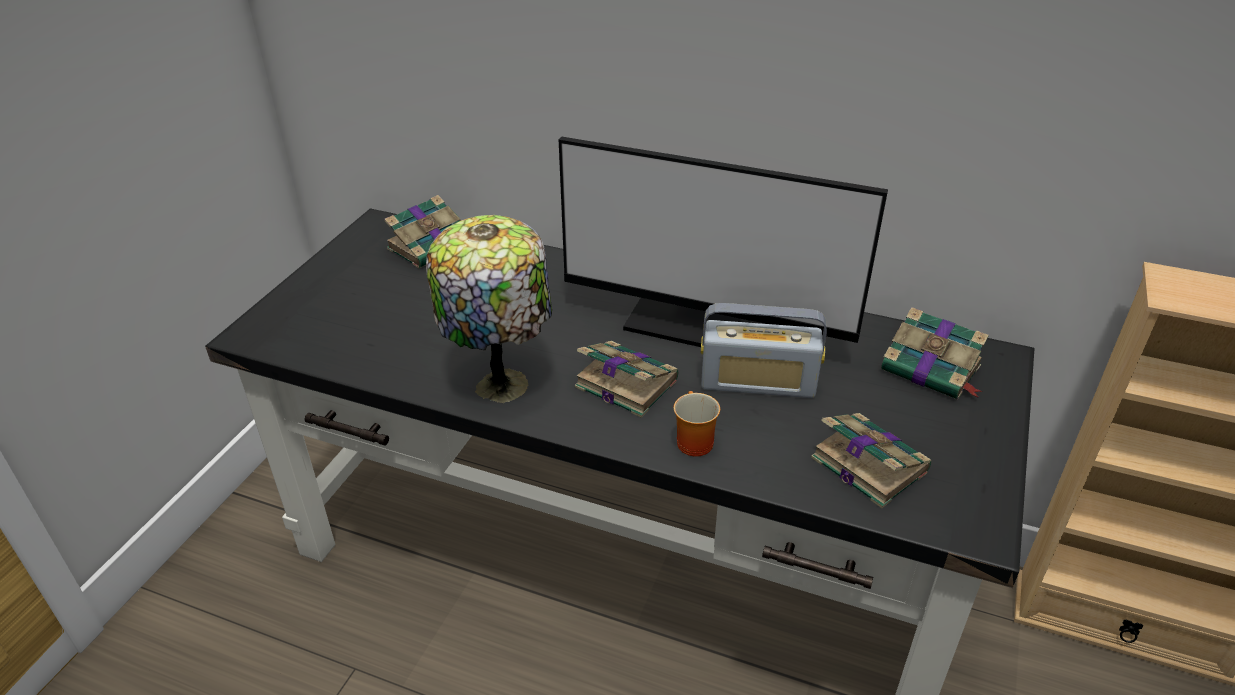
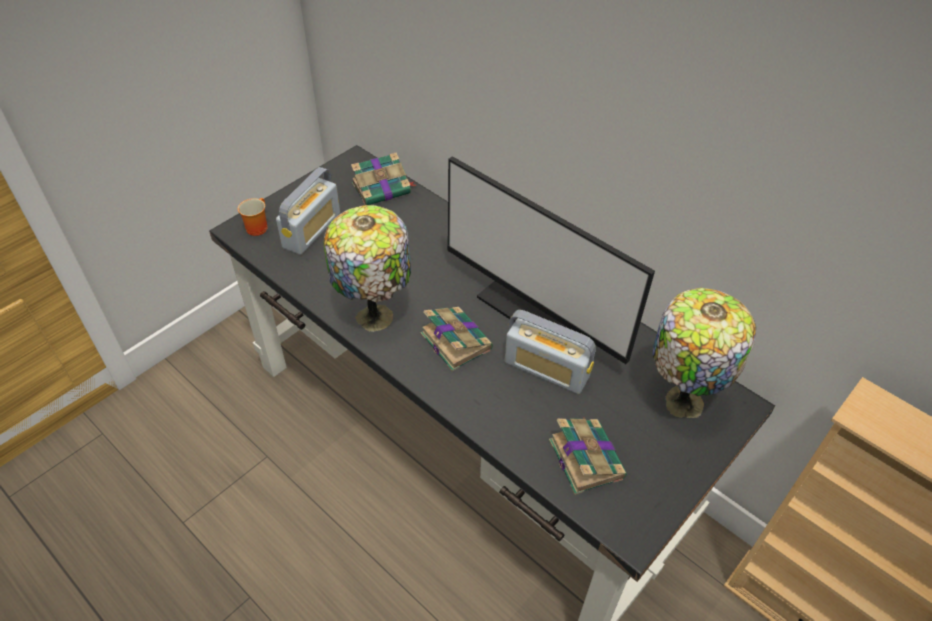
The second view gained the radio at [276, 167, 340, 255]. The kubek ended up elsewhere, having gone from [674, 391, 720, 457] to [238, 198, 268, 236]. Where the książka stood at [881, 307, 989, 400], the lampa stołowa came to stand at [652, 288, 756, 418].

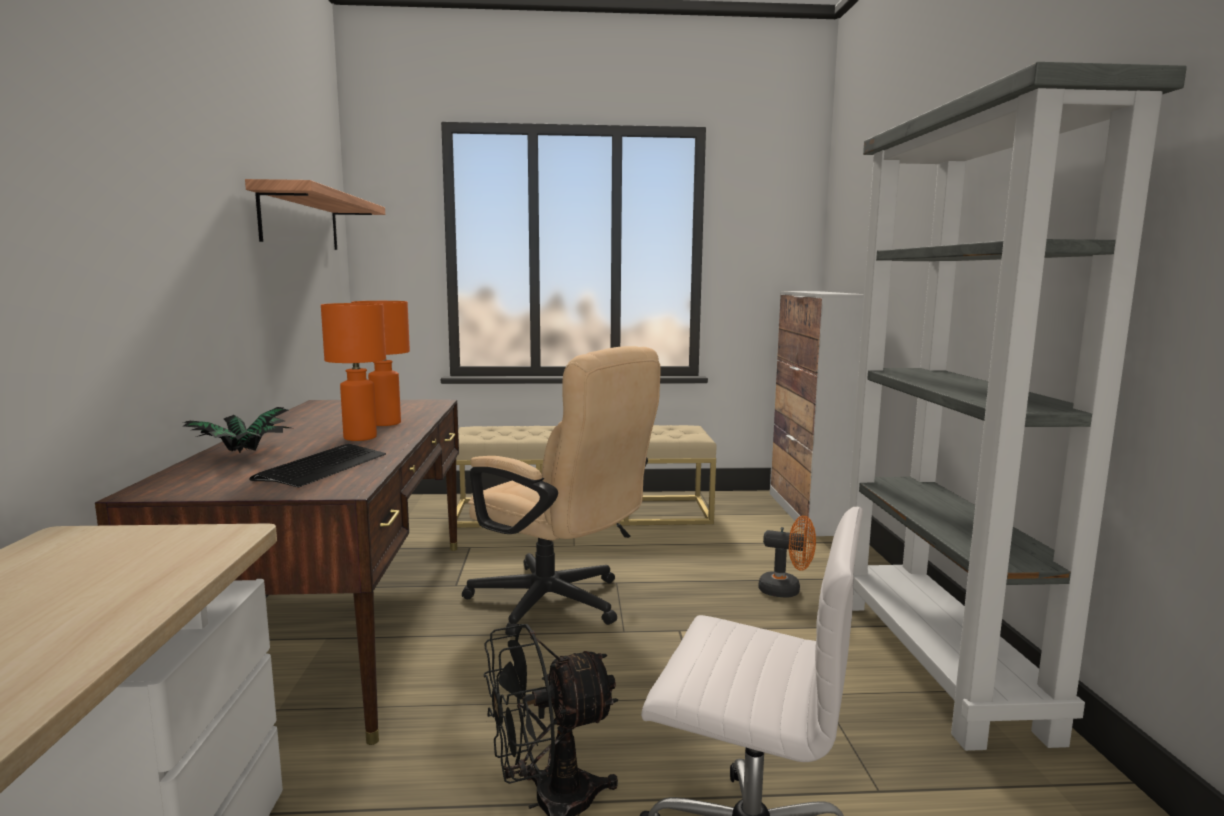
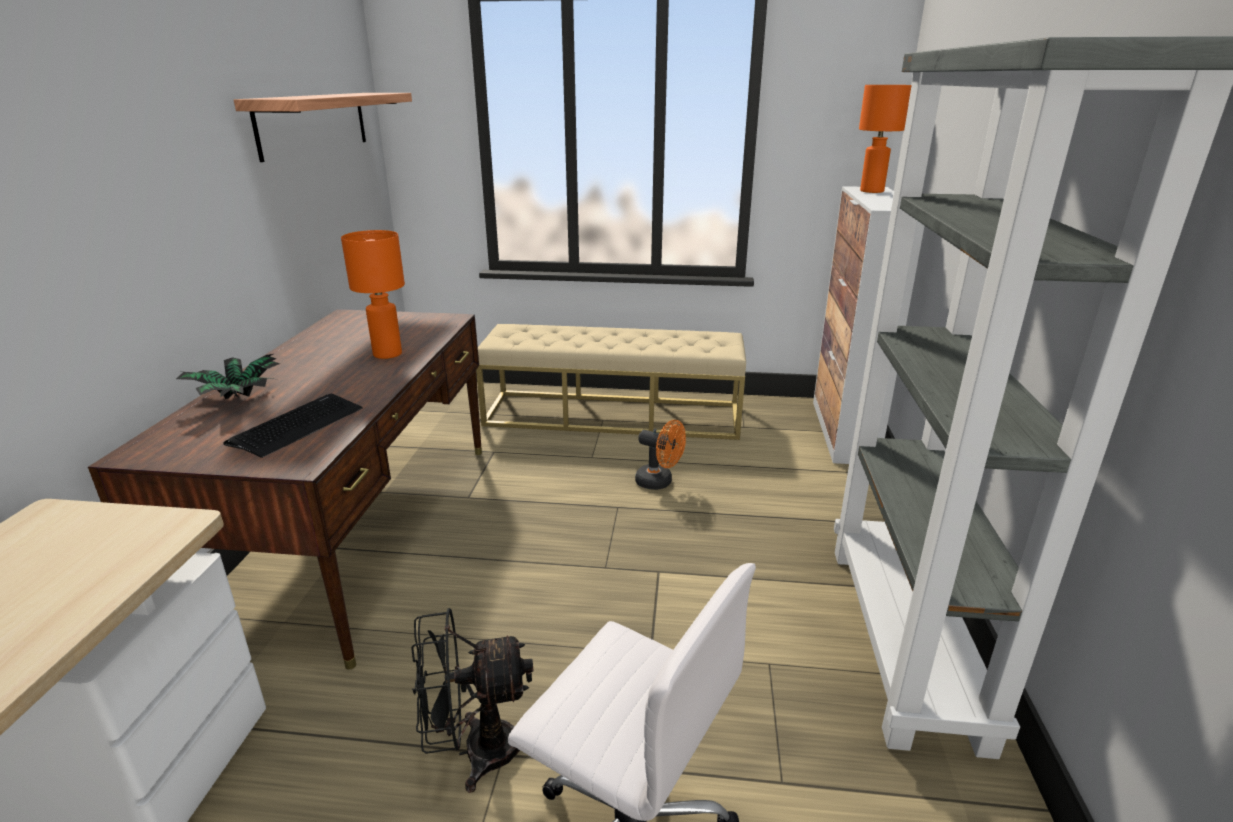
The second view lost the krzesło biurowe/beżowy at [462, 346, 661, 637]. The lampa stołowa/pomarańczowy ended up elsewhere, having gone from [321, 303, 386, 441] to [859, 85, 912, 193]. The wentylator/pomarańczowy ended up elsewhere, having gone from [759, 515, 816, 598] to [635, 420, 686, 490].

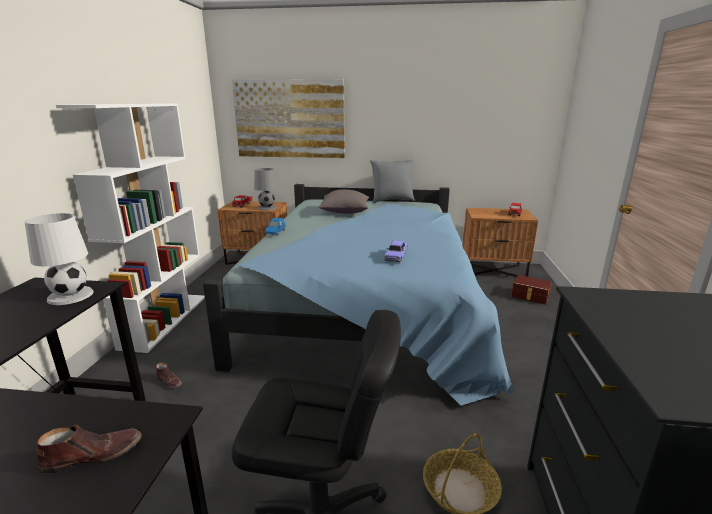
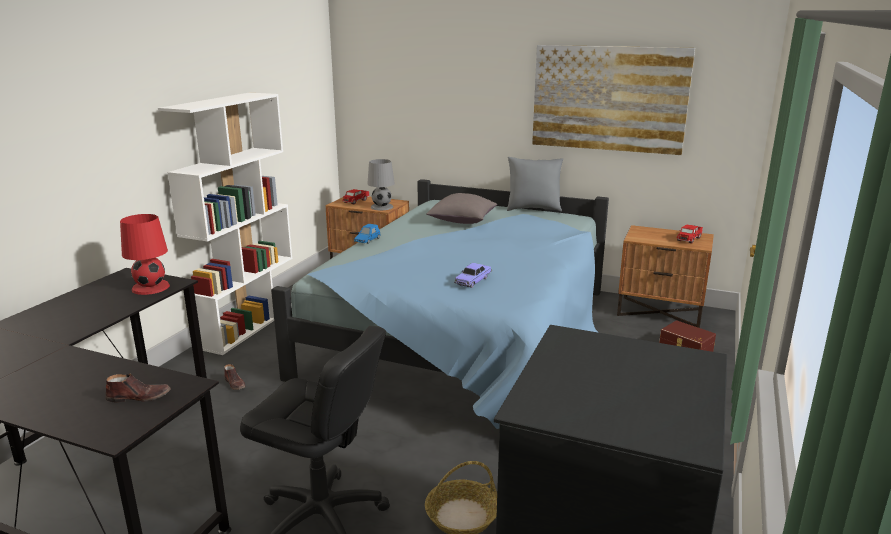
The obraz ended up elsewhere, having gone from [232, 79, 345, 158] to [532, 45, 695, 155]. What was the lampa stołowa/biały at [25, 213, 94, 305] turned into the lampa stołowa/czerwony at [120, 214, 170, 295].

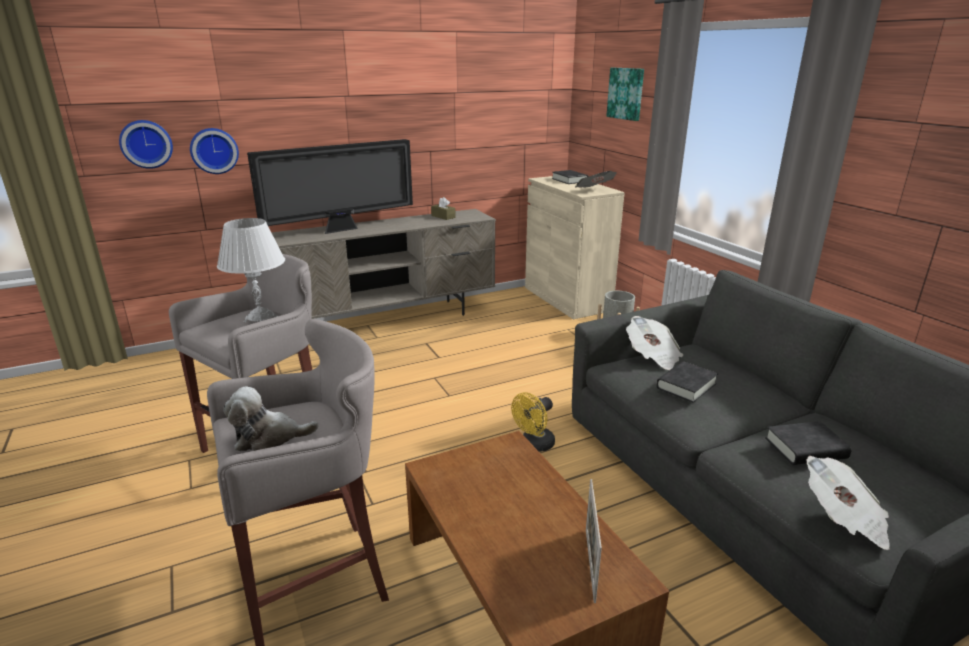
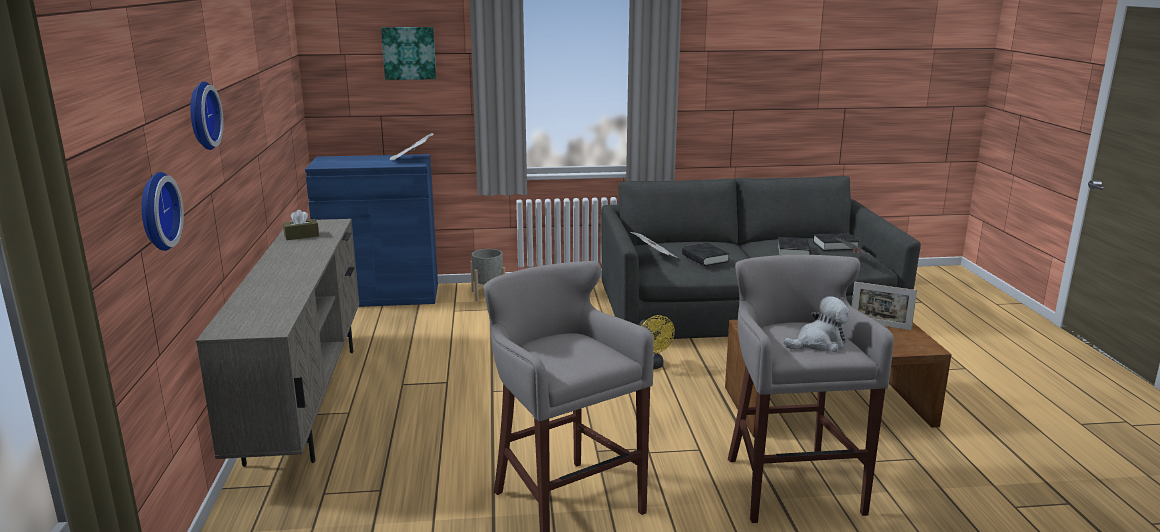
The second view lost the lampa stołowa/biały at [217, 218, 285, 322]. The second view lost the telewizor at [247, 139, 413, 234]. The zegar ścienny ended up elsewhere, having gone from [119, 120, 173, 169] to [190, 81, 224, 150]. The książka/czarny ended up elsewhere, having gone from [552, 170, 589, 184] to [813, 233, 860, 251]. What was the szafka/beżowy at [525, 176, 625, 319] turned into the szafka/niebieski at [305, 154, 438, 307]. The pluszak at [223, 387, 318, 451] ended up facing another way, 120 degrees counterclockwise from before.

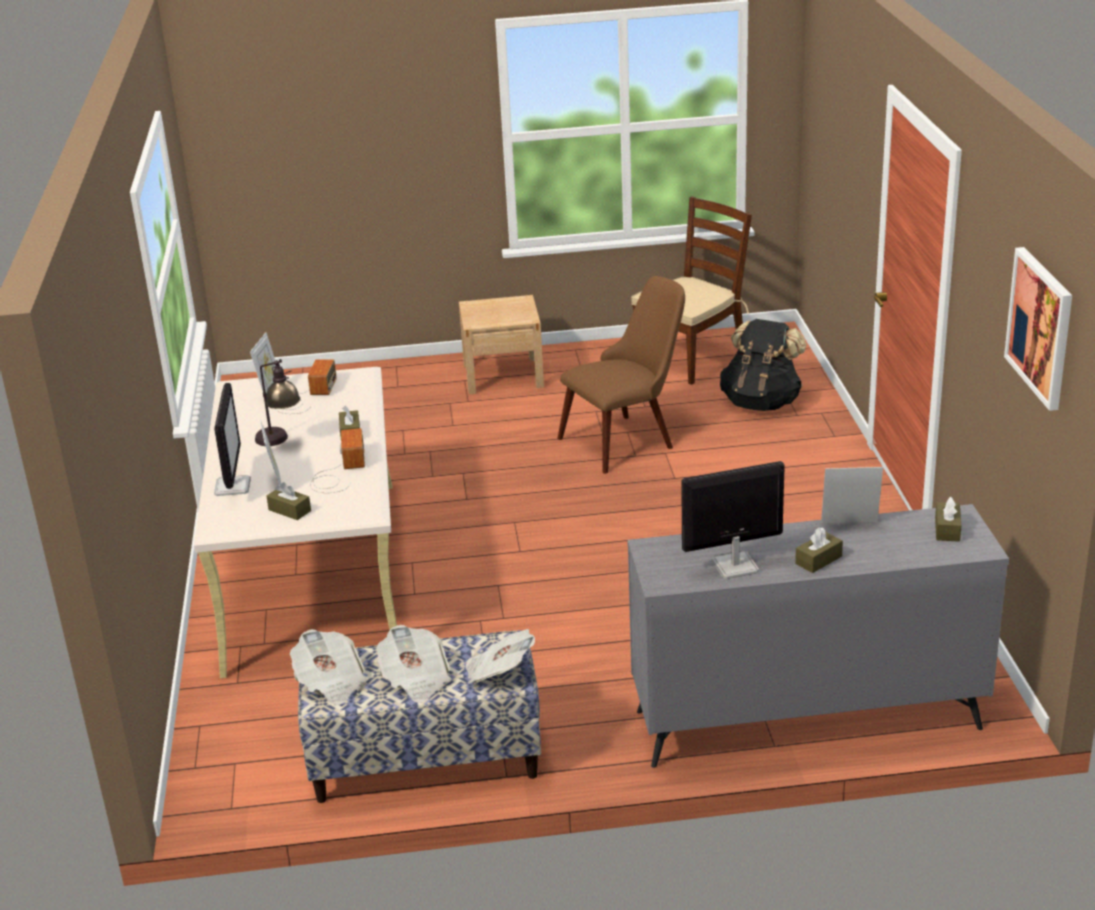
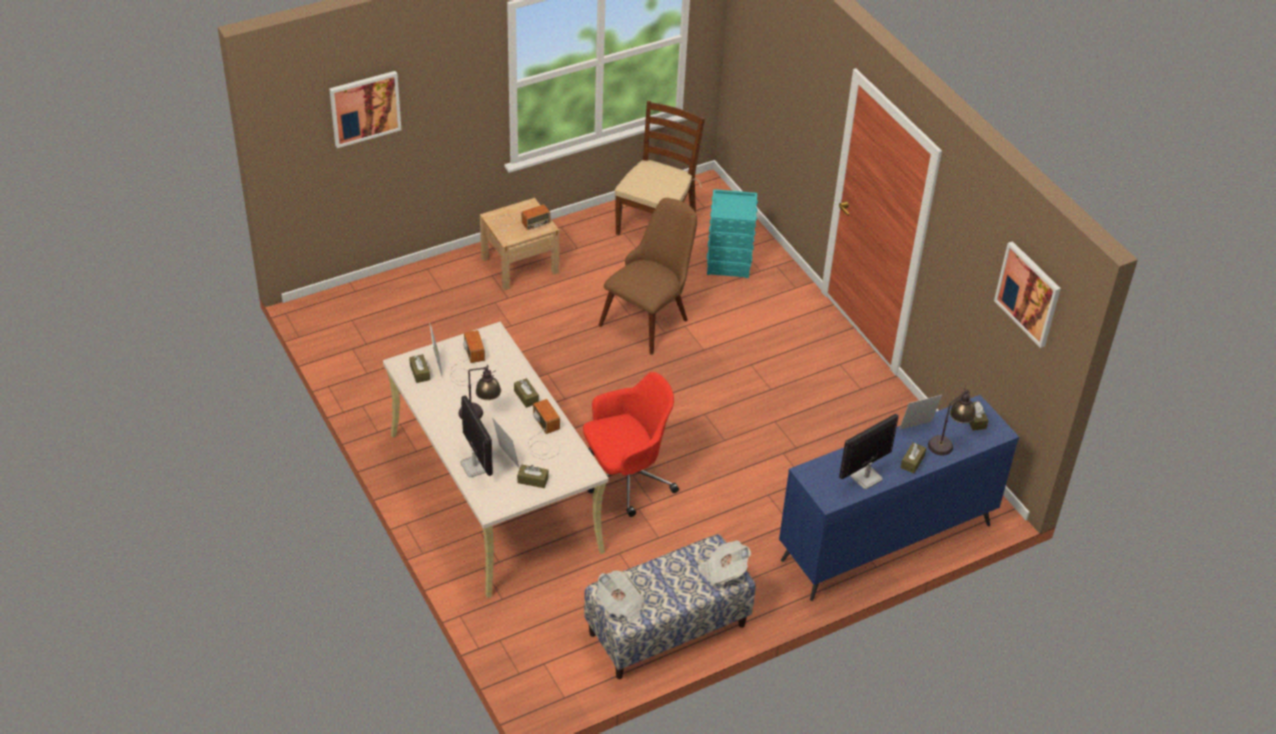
The second view lost the gazeta at [377, 625, 451, 703]. The second view gained the obraz at [329, 71, 401, 148]. The second view gained the pudełko chusteczek/brązowy at [409, 354, 430, 383]. The second view gained the radio at [494, 204, 550, 231]. The second view gained the krzesło biurowe/czerwony at [583, 372, 679, 517]. The second view gained the lampa stołowa at [928, 388, 976, 456]. Where the plecak/czarny stood at [720, 319, 807, 411], the pojemnik do przechowywania/turkusowy came to stand at [707, 189, 758, 278]. What was the komoda/szary at [627, 504, 1009, 768] turned into the komoda/niebieski at [779, 395, 1019, 601].

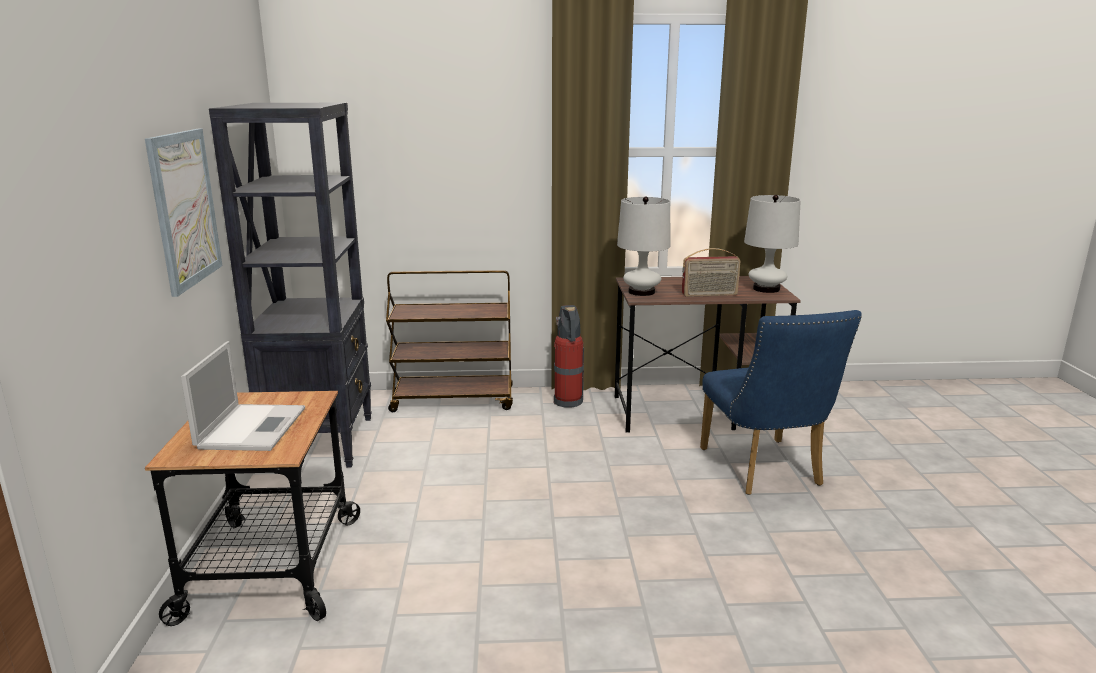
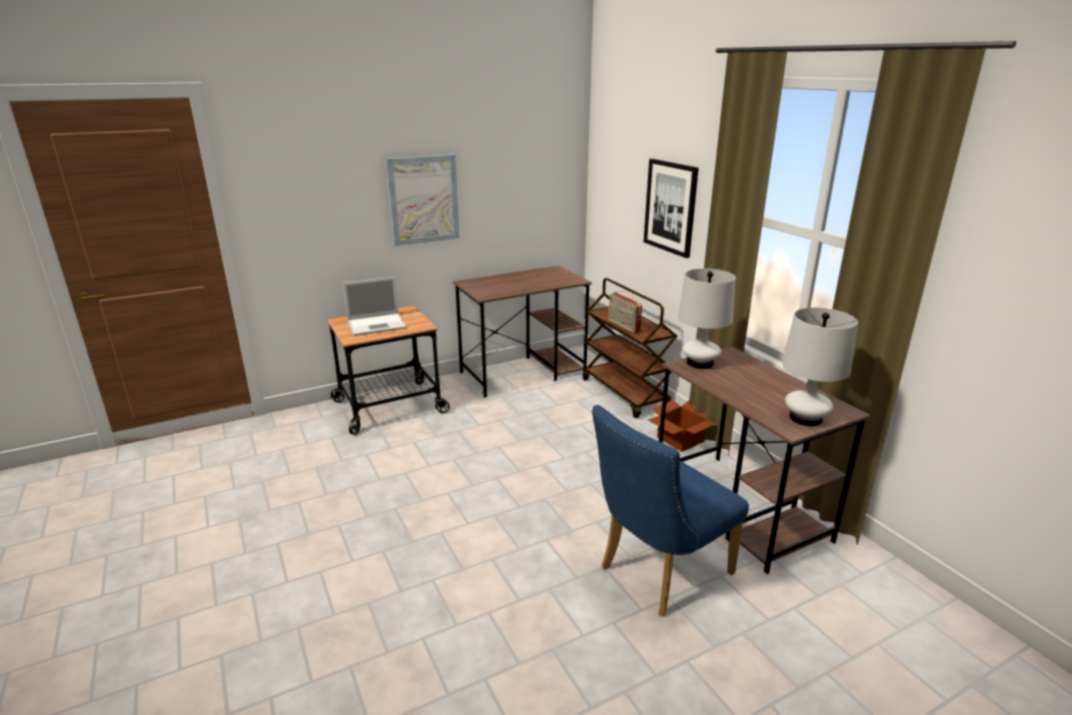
The second view gained the obraz at [644, 159, 699, 258]. The radio ended up elsewhere, having gone from [682, 248, 740, 297] to [608, 291, 642, 333]. Where the regał/czarny stood at [209, 103, 372, 468], the biurko/brązowy came to stand at [453, 265, 592, 398]. Where the gaśnica stood at [553, 305, 584, 408], the karton came to stand at [648, 400, 715, 452].

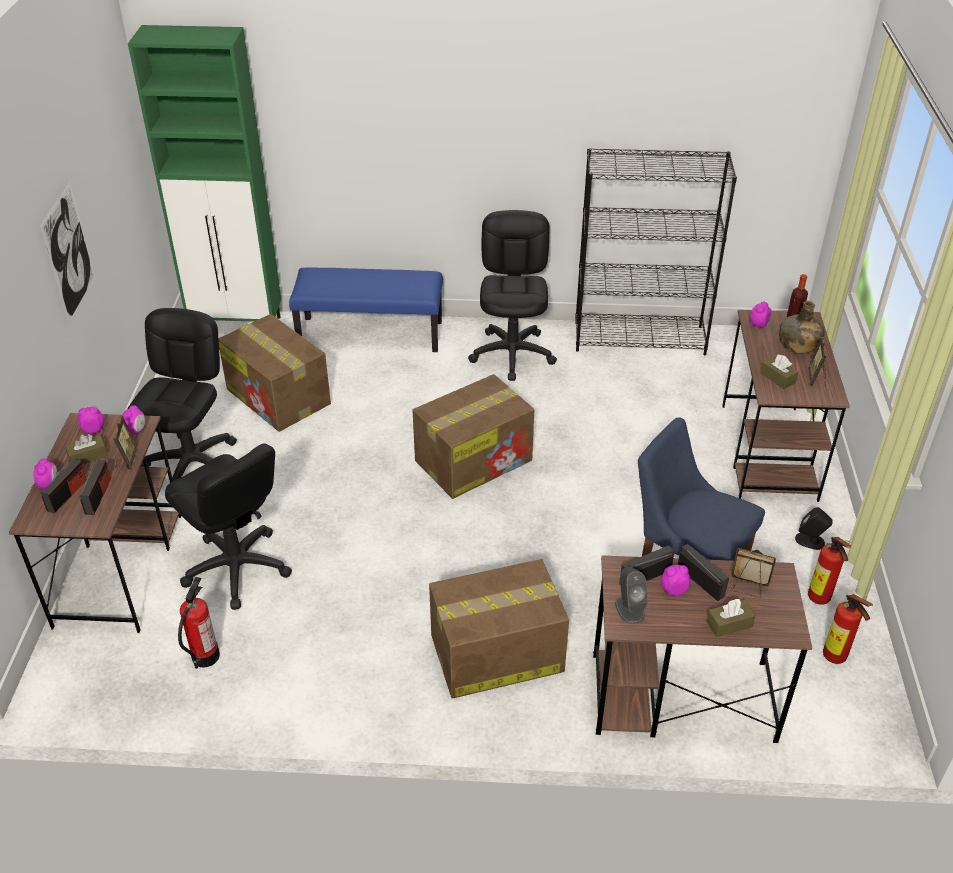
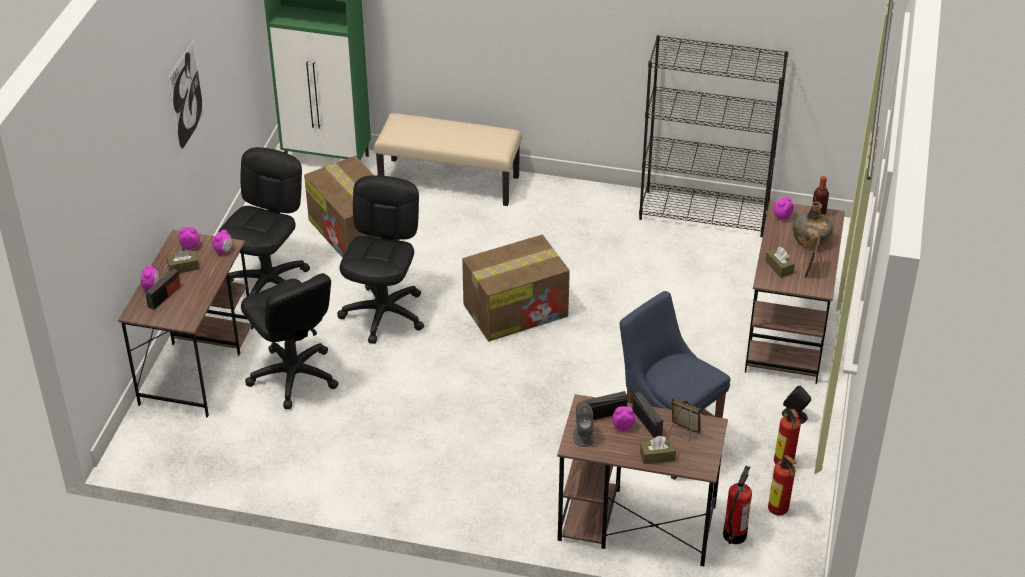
The second view lost the radio at [79, 458, 111, 515]. The second view lost the ramka na zdjęcie at [113, 416, 138, 470]. The second view lost the karton at [429, 559, 569, 699]. The gaśnica ended up elsewhere, having gone from [178, 577, 220, 669] to [723, 466, 752, 544]. The krzesło biurowe/czarny ended up elsewhere, having gone from [468, 210, 557, 381] to [337, 175, 424, 344]. What was the ławka/niebieski at [289, 267, 443, 352] turned into the ławka/beżowy at [374, 113, 522, 206].

